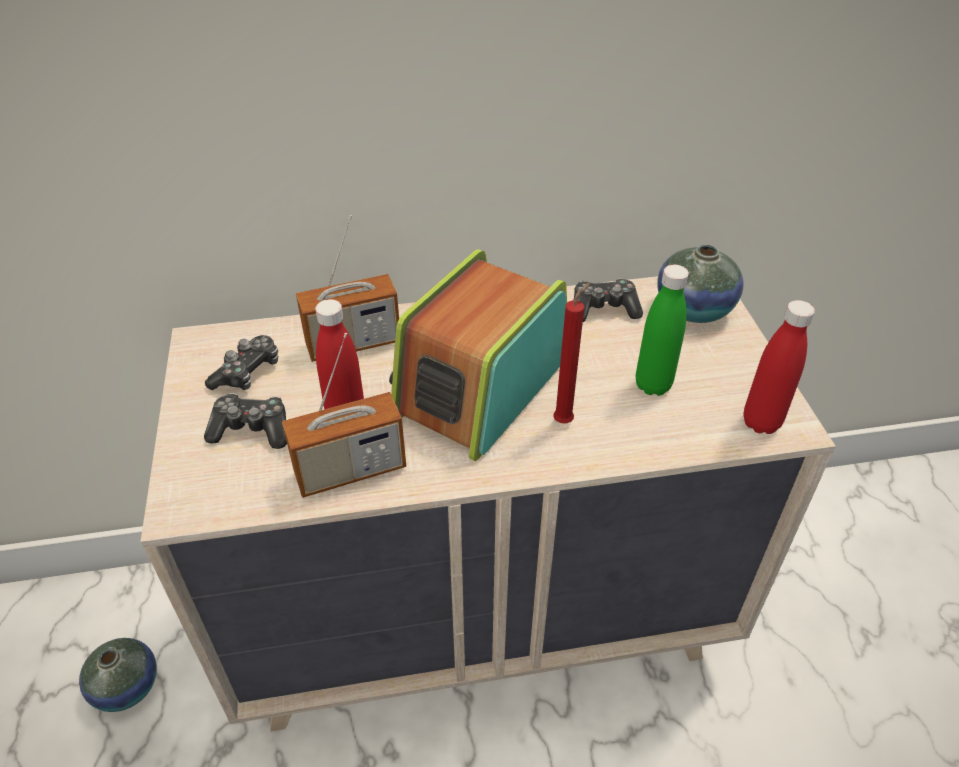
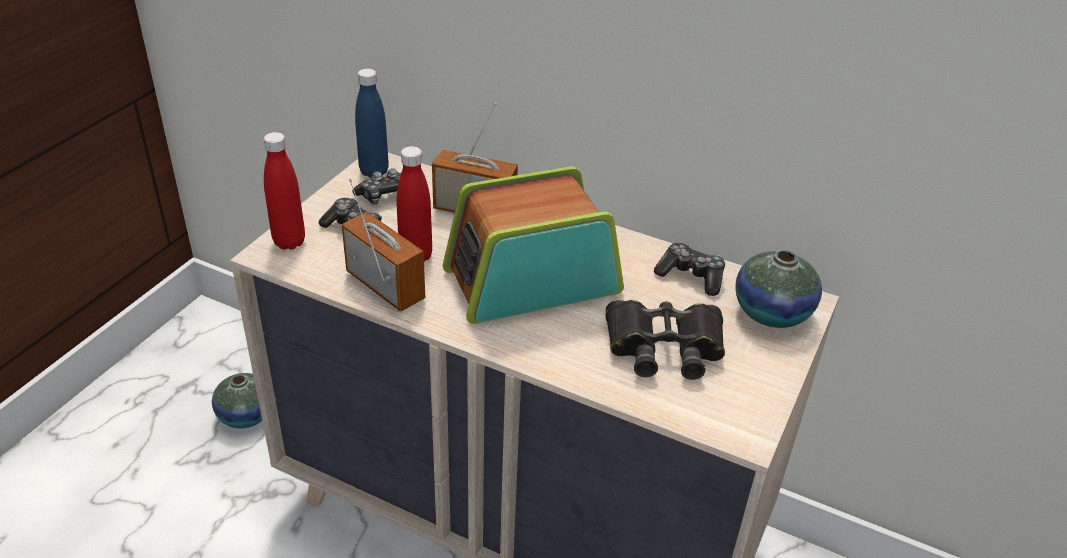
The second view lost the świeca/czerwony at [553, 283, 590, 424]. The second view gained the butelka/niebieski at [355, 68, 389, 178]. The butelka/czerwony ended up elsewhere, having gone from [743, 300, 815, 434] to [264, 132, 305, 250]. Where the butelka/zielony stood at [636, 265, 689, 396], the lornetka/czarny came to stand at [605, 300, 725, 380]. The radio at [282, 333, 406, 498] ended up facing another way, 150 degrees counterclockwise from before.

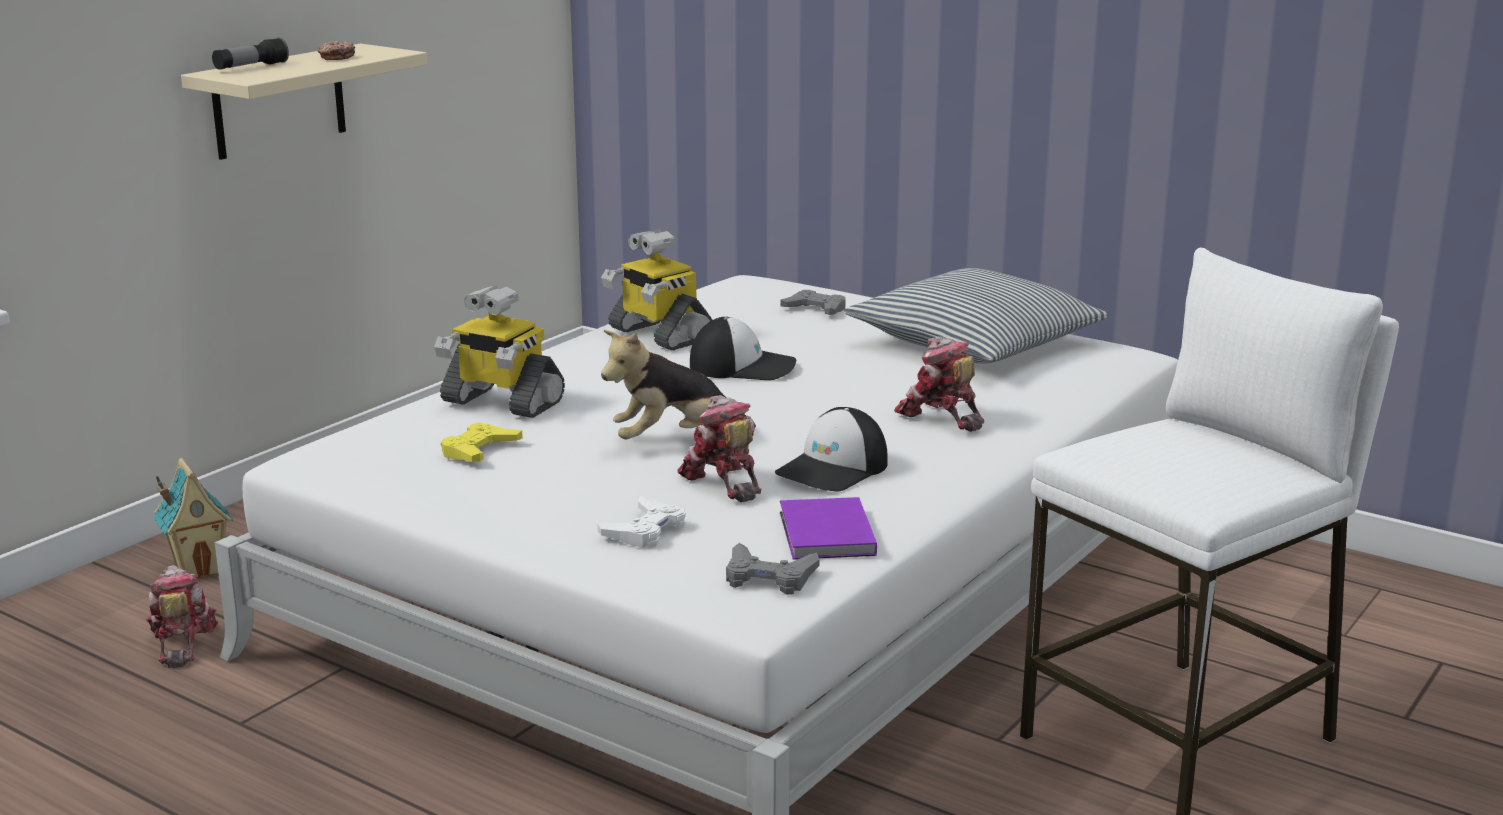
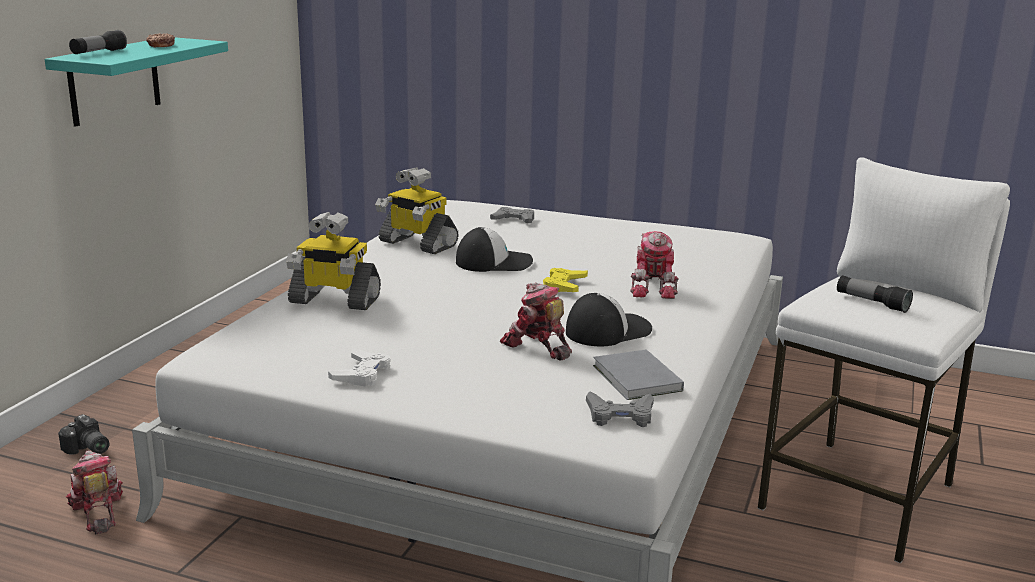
The second view lost the pluszak at [601, 330, 756, 439]. The second view lost the poduszka at [844, 268, 1109, 363]. The second view gained the latarka at [837, 275, 913, 313]. The pad do gier/żółty ended up elsewhere, having gone from [441, 422, 523, 462] to [543, 268, 588, 292]. The pad do gier/biały ended up elsewhere, having gone from [597, 495, 686, 548] to [328, 348, 391, 386]. Where the domek stood at [153, 458, 233, 579], the aparat fotograficzny came to stand at [58, 414, 109, 454]. What was the półka/beżowy at [181, 43, 427, 160] turned into the półka/turkusowy at [45, 37, 228, 127]. What was the książka/fioletowy at [780, 497, 877, 560] turned into the książka/szary at [593, 349, 684, 400]. The czapka z daszkiem at [775, 407, 888, 492] ended up facing another way, 150 degrees counterclockwise from before. The robot zabawkowy at [894, 337, 984, 432] ended up facing another way, 120 degrees counterclockwise from before.

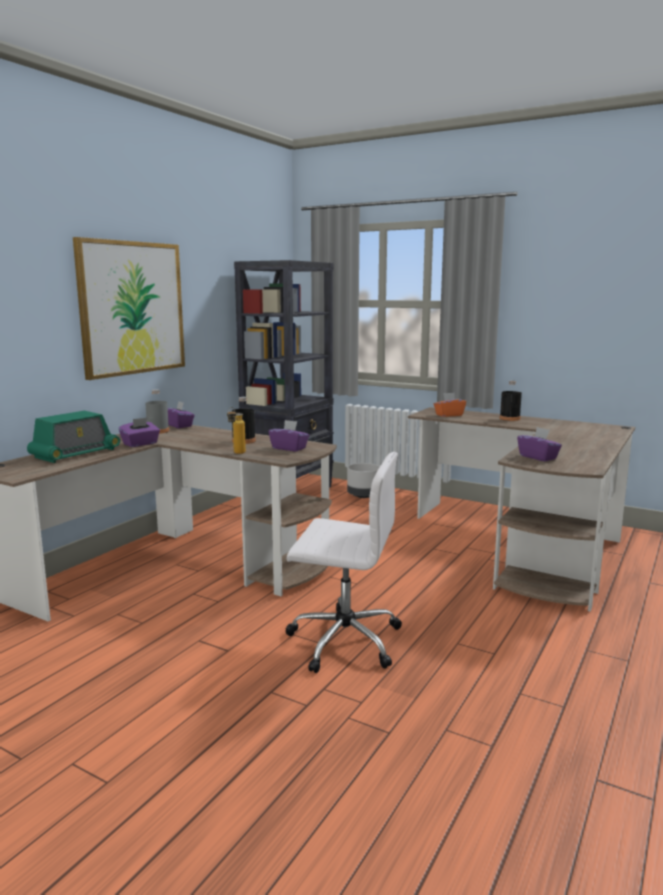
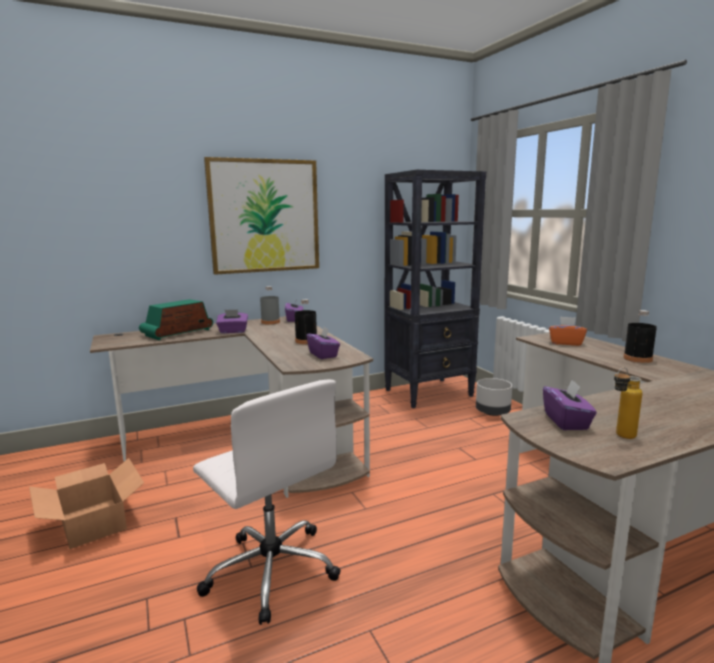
The second view gained the karton at [29, 458, 144, 549]. The butelka ended up elsewhere, having gone from [227, 407, 246, 454] to [614, 367, 642, 439]. The radio at [27, 411, 120, 463] ended up facing another way, 150 degrees clockwise from before.

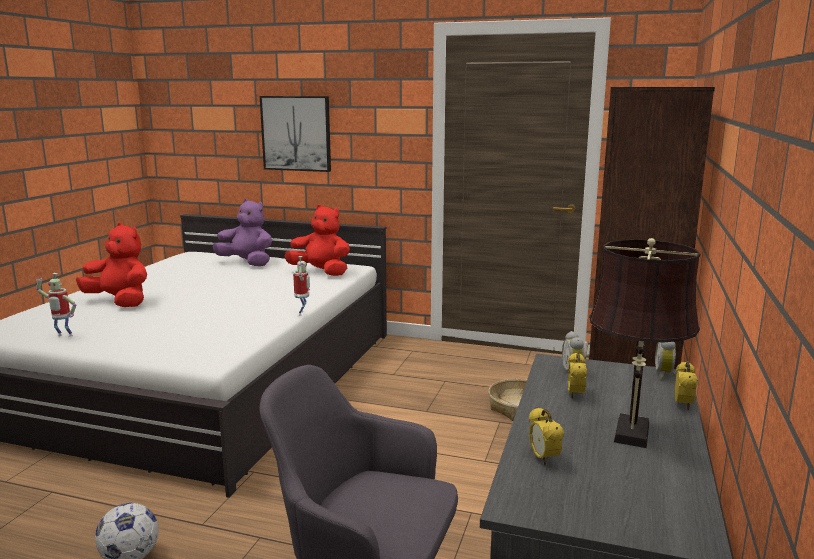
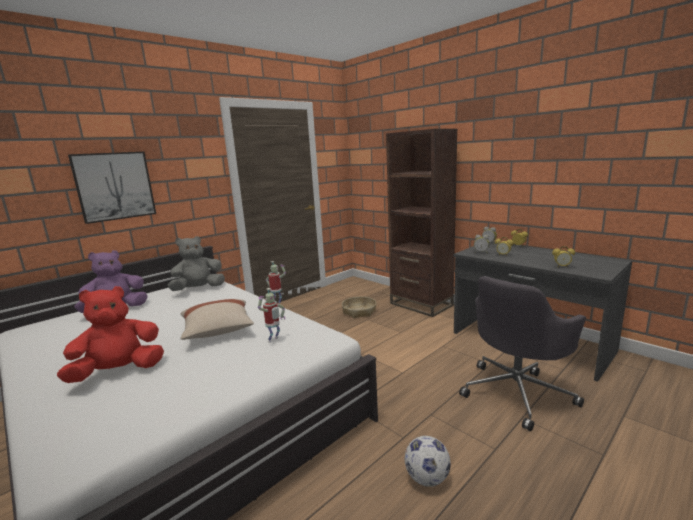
The second view lost the lampa stołowa/brązowy at [589, 238, 701, 448]. The second view gained the poduszka/beżowy at [180, 299, 254, 340]. The robot zabawkowy ended up elsewhere, having gone from [36, 273, 76, 337] to [258, 288, 285, 343]. What was the pluszak/czerwony at [284, 205, 350, 276] turned into the pluszak/szary at [168, 236, 225, 291].

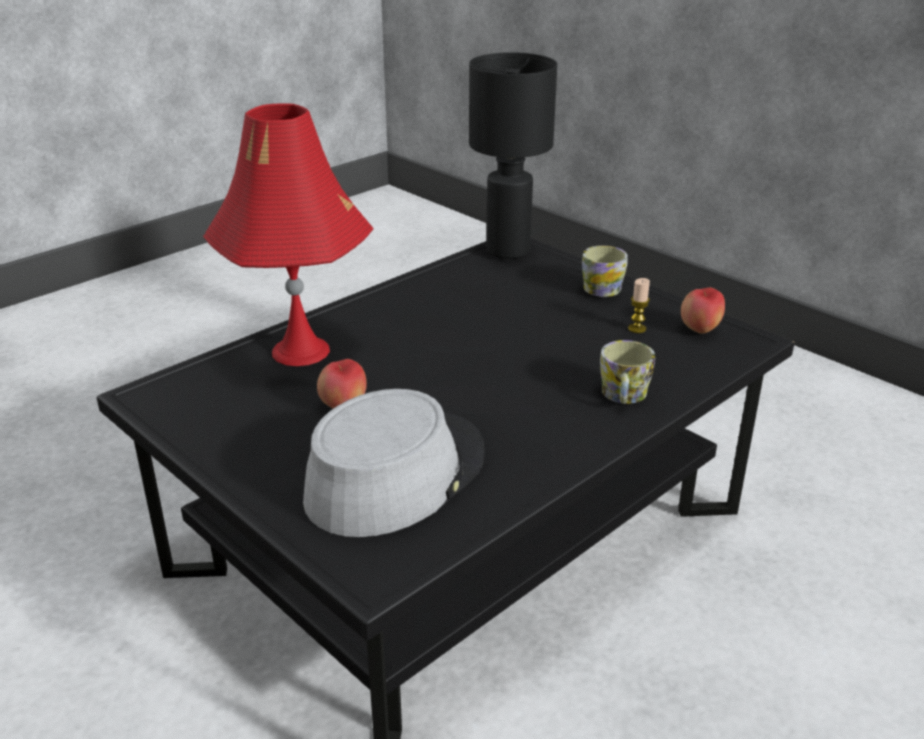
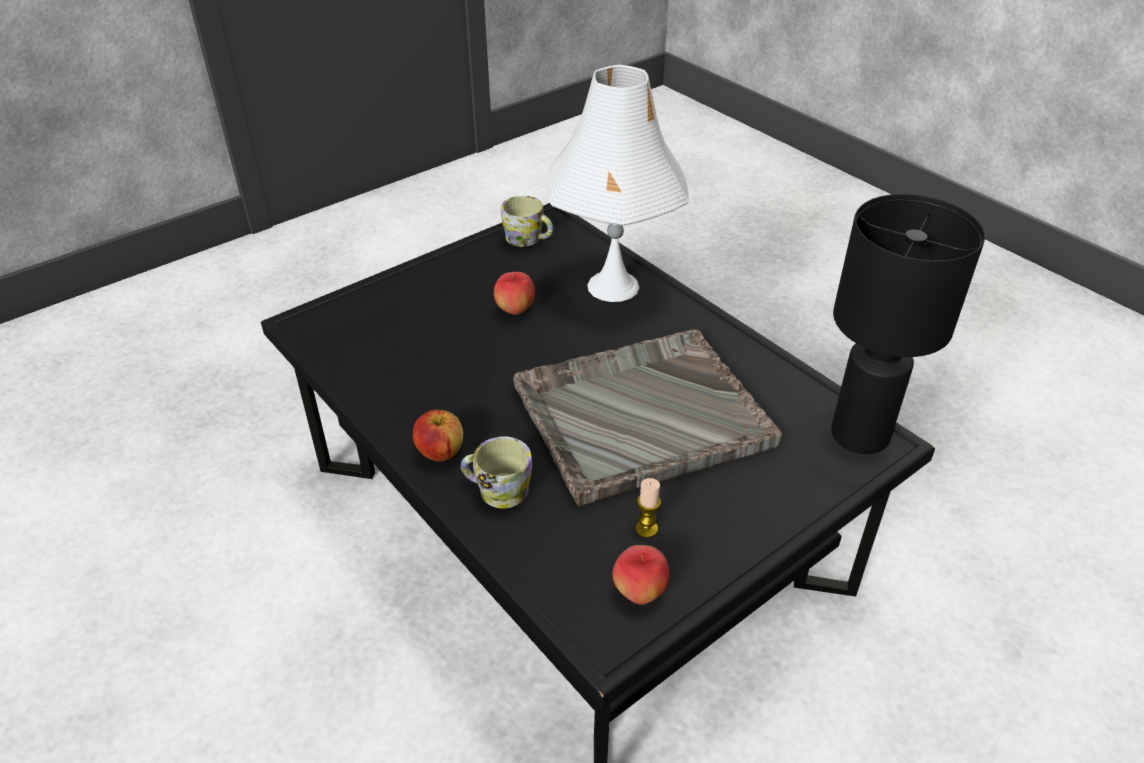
The second view lost the kapelusz/szary at [303, 389, 485, 537]. The second view gained the jabłko at [413, 410, 463, 462]. The second view gained the taca/szary at [513, 329, 782, 507]. The kubek ended up elsewhere, having gone from [582, 245, 628, 297] to [501, 196, 553, 247]. What was the lampa stołowa/czerwony at [203, 103, 374, 366] turned into the lampa stołowa/biały at [547, 65, 689, 302].

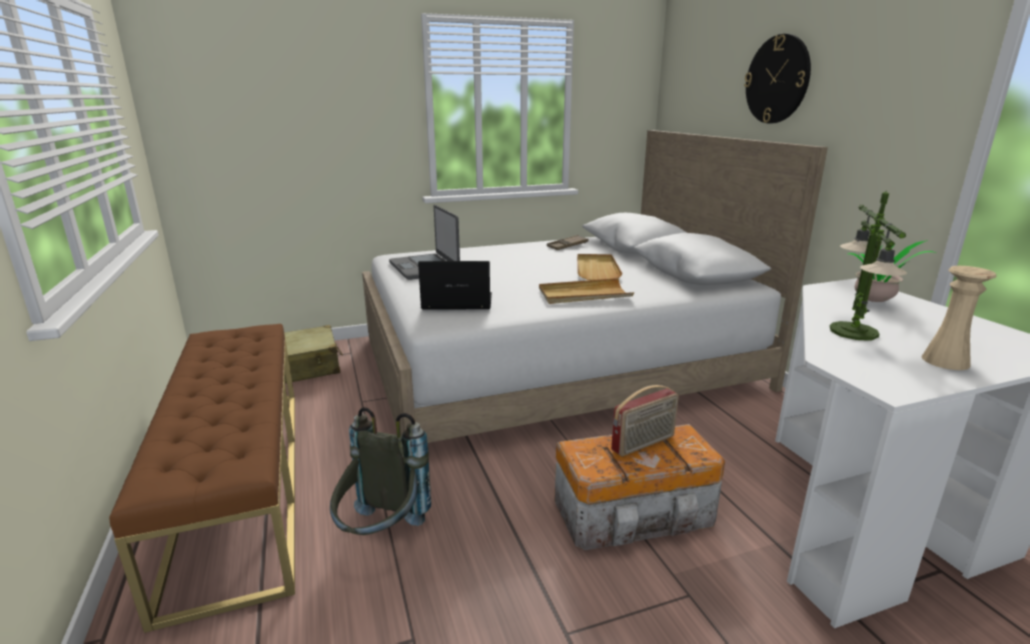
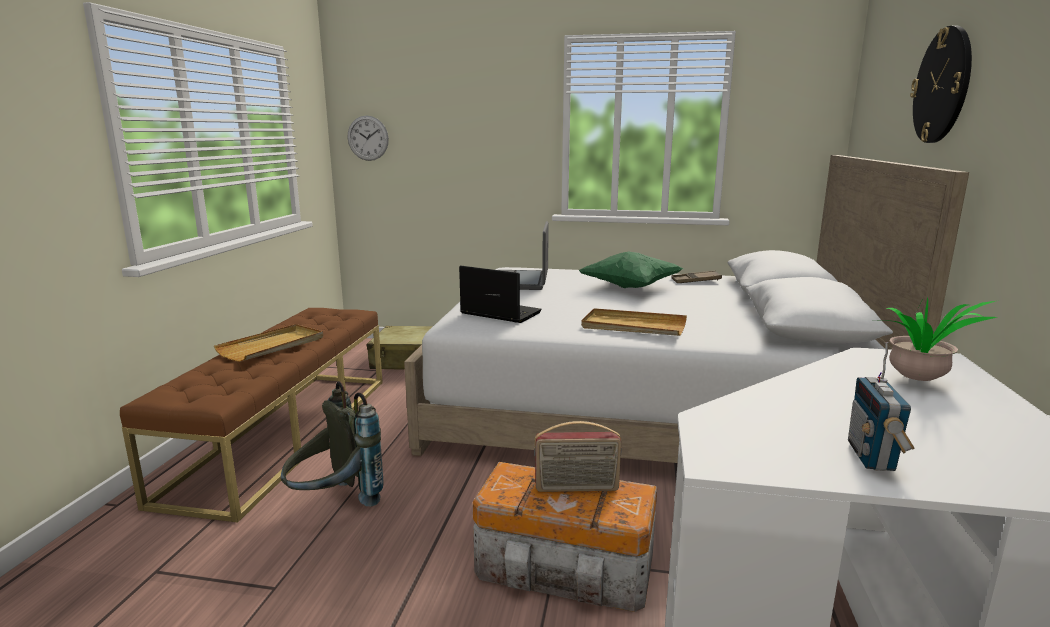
The second view lost the lampa stołowa at [829, 192, 907, 341]. The second view gained the zegar ścienny at [348, 116, 389, 161]. The second view gained the poduszka/zielony at [579, 252, 683, 288]. The taca/beżowy ended up elsewhere, having gone from [577, 254, 623, 280] to [214, 324, 323, 362]. Where the wazon/beżowy stood at [921, 266, 997, 370], the radio came to stand at [848, 342, 915, 471].

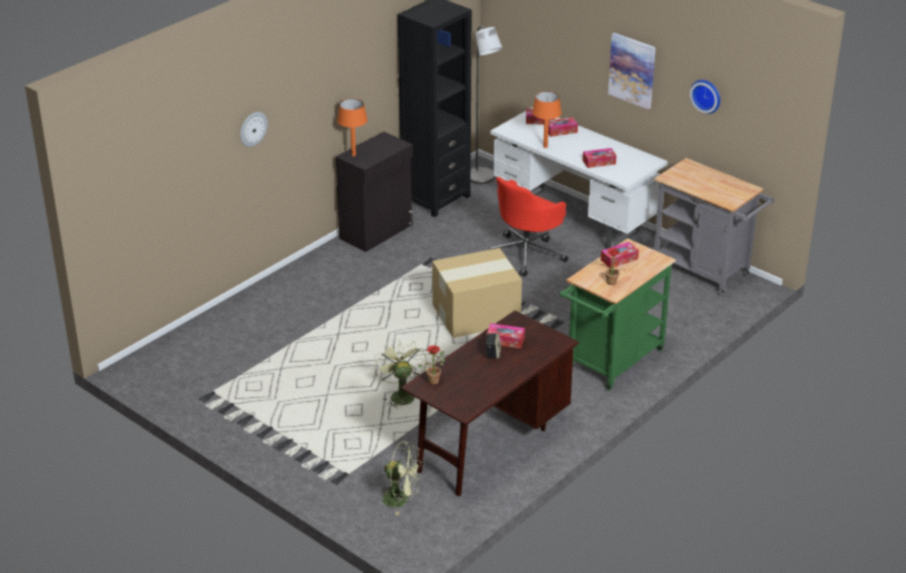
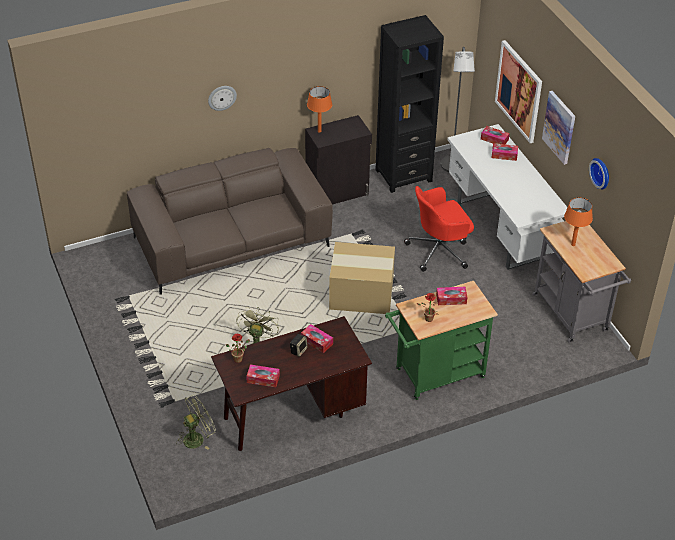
The second view gained the kanapa/brązowy at [127, 148, 333, 295]. The second view gained the obraz at [495, 40, 542, 143]. The lampa stołowa/pomarańczowy ended up elsewhere, having gone from [532, 91, 562, 148] to [564, 198, 593, 246]. The pudełko chusteczek ended up elsewhere, having gone from [583, 148, 616, 168] to [246, 364, 280, 387]. The wentylator/zielony at [378, 441, 422, 515] ended up facing another way, 75 degrees counterclockwise from before.

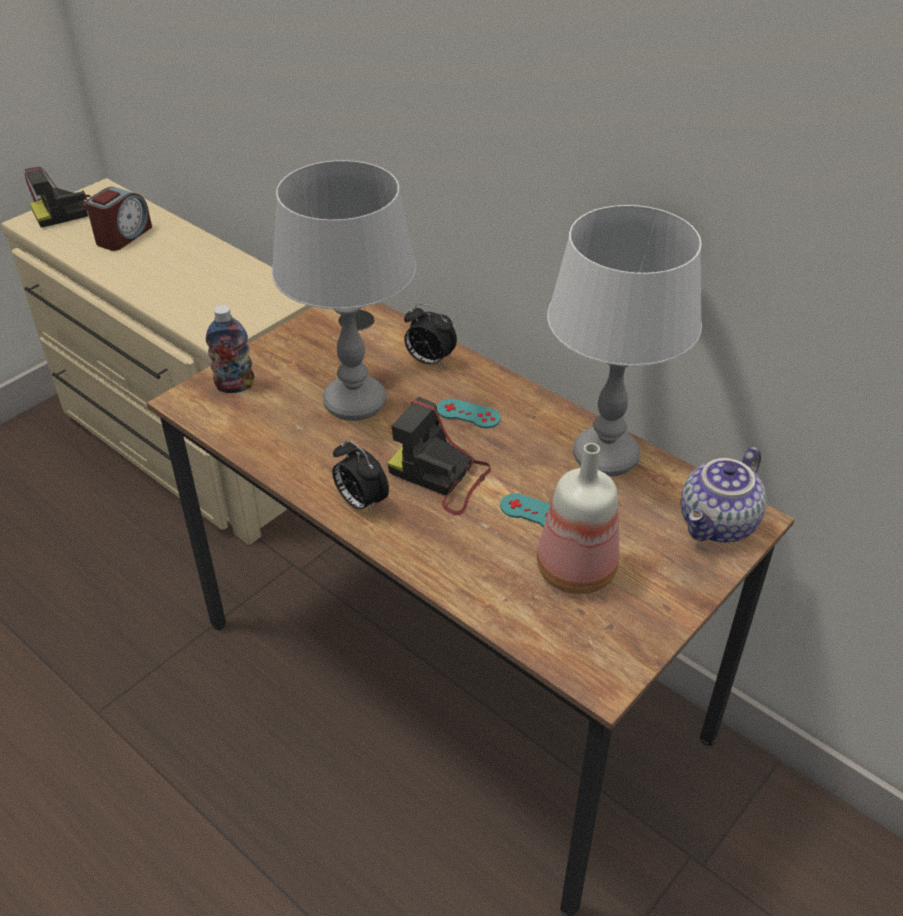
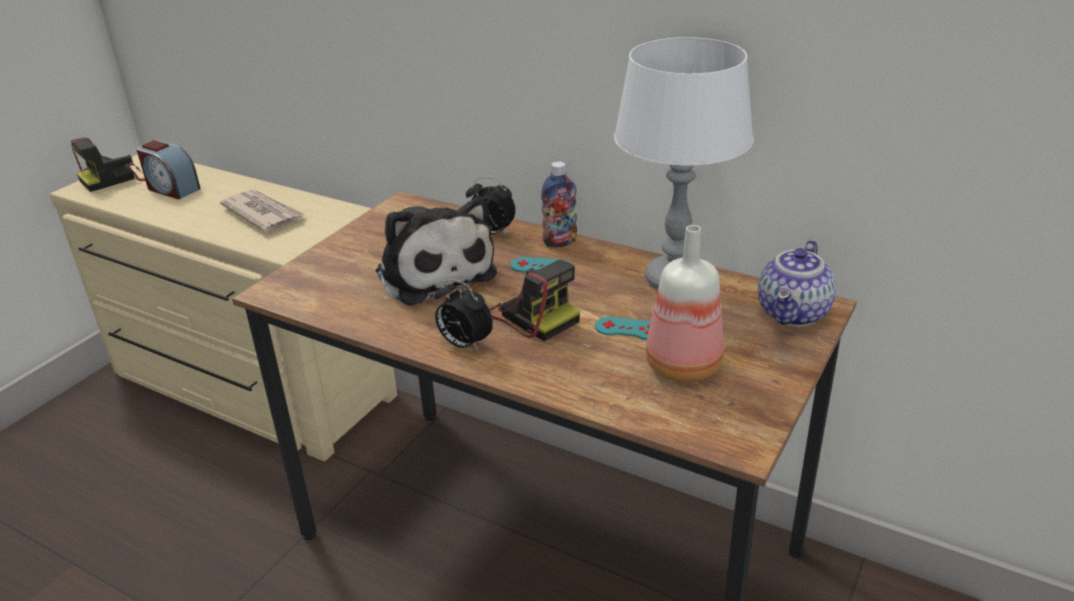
The second view gained the gazeta at [220, 190, 306, 232]. The butelka ended up elsewhere, having gone from [206, 305, 254, 393] to [541, 162, 577, 247]. Where the lampa stołowa/szary stood at [272, 160, 416, 421], the pluszak came to stand at [376, 196, 497, 306]. The budzik at [85, 187, 152, 251] ended up facing another way, 105 degrees clockwise from before. The aparat fotograficzny at [387, 397, 491, 515] ended up facing another way, 150 degrees counterclockwise from before.

